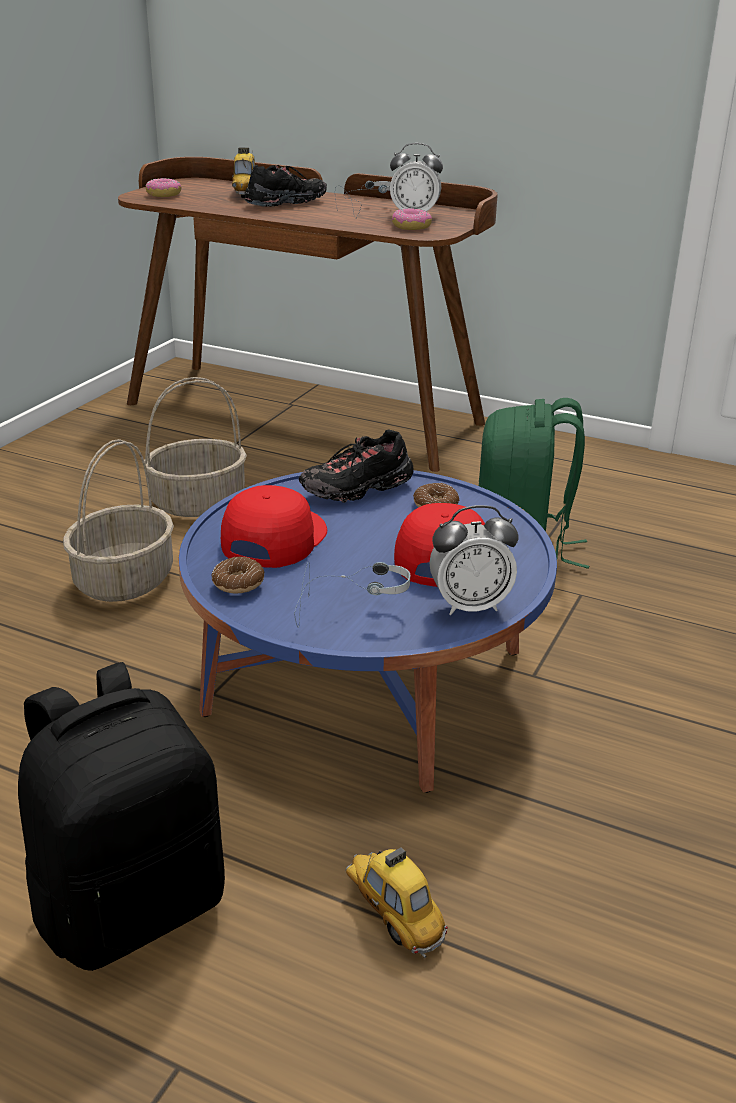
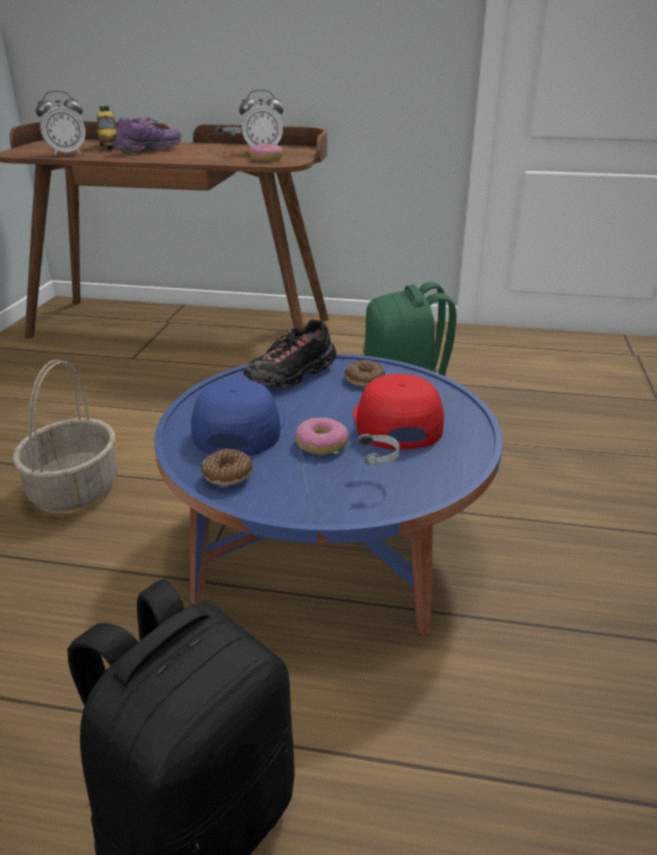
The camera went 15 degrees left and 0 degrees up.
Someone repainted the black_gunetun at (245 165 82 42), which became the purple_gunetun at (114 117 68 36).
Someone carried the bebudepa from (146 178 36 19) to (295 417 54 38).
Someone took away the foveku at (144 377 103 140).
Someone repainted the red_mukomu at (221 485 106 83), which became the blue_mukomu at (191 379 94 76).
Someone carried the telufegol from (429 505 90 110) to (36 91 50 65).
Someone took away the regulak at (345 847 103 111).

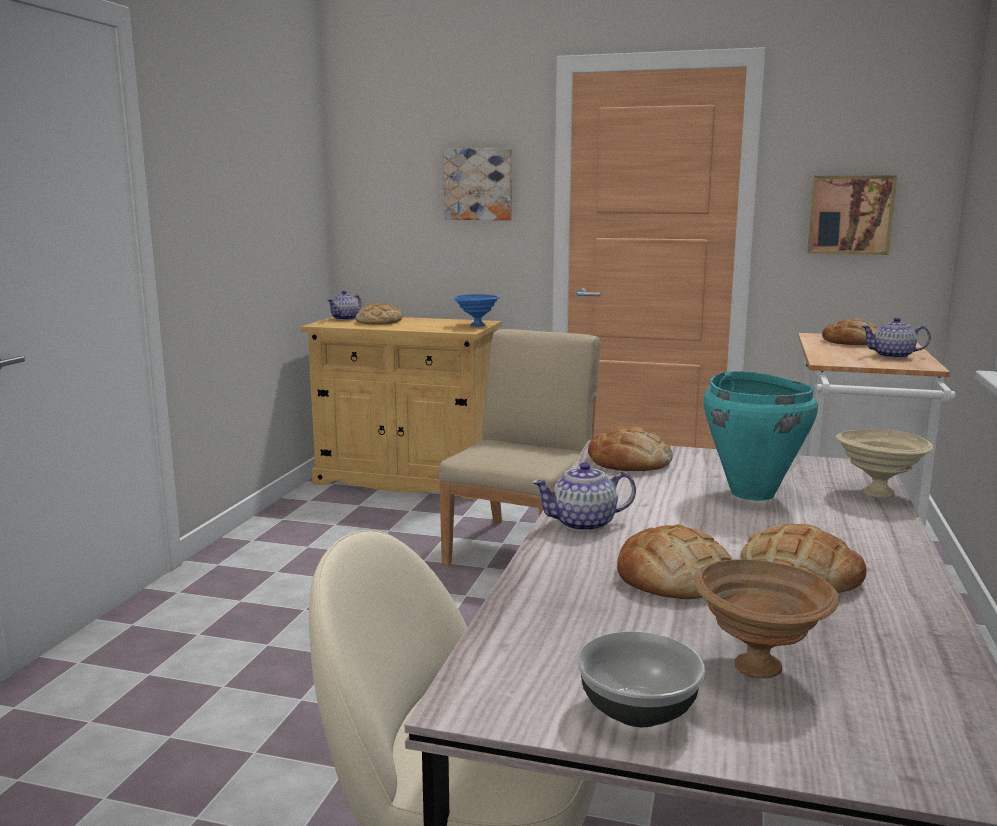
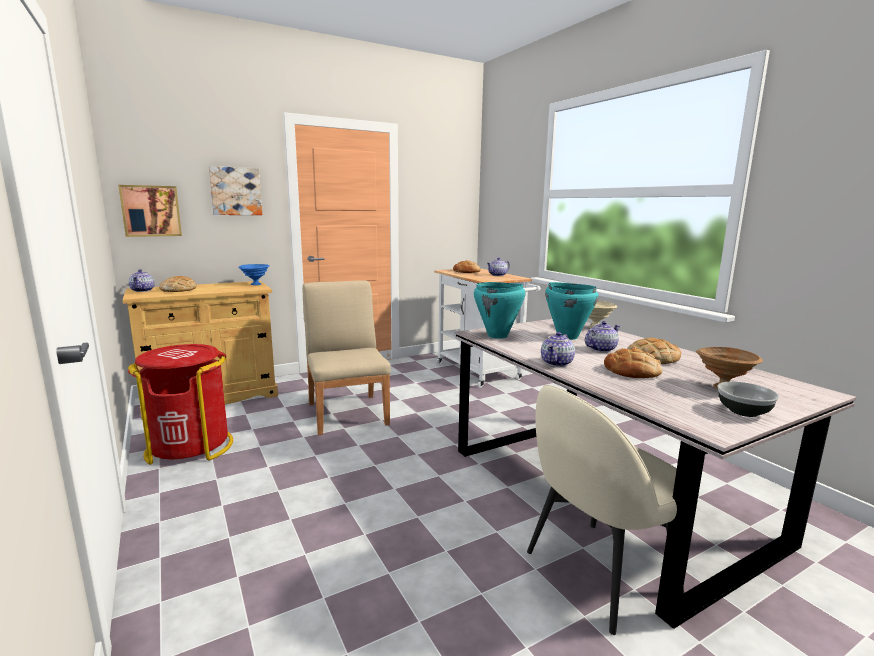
The camera went 45 degrees left and 0 degrees up.
Someone carried the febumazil from (807 175 90 80) to (118 185 64 52).
Someone swapped the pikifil at (588 426 85 45) for the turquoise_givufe at (474 282 51 57).
Someone put down the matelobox at (585 321 35 31).
Someone put down the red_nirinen at (128 344 105 121).

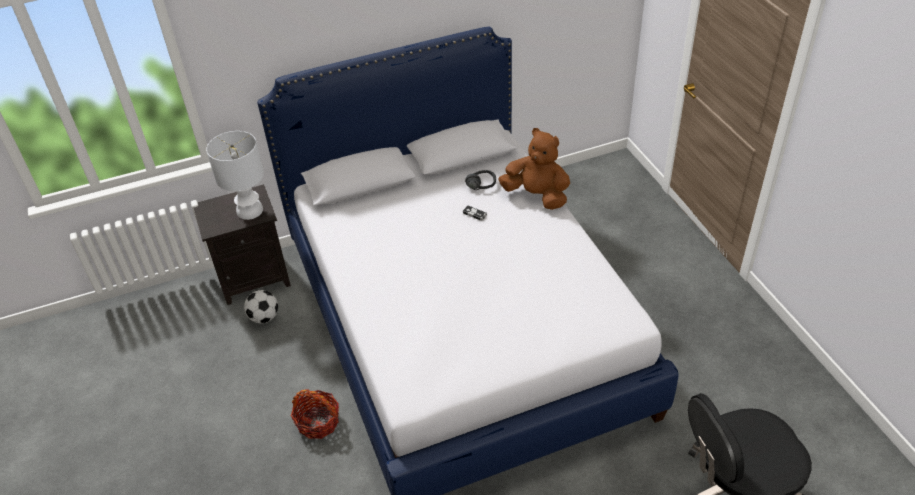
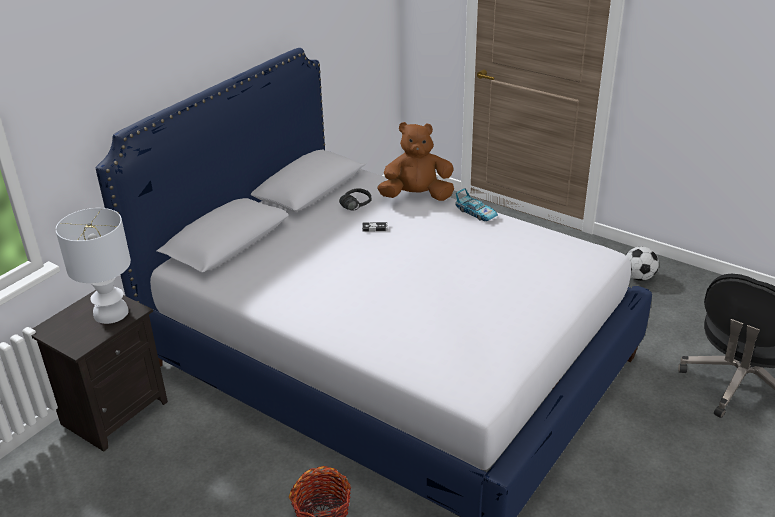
The camera went 35 degrees left and 10 degrees down.
Someone carried the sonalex from (244 290 34 33) to (626 246 33 35).
Someone put down the regulak at (455 188 43 33).

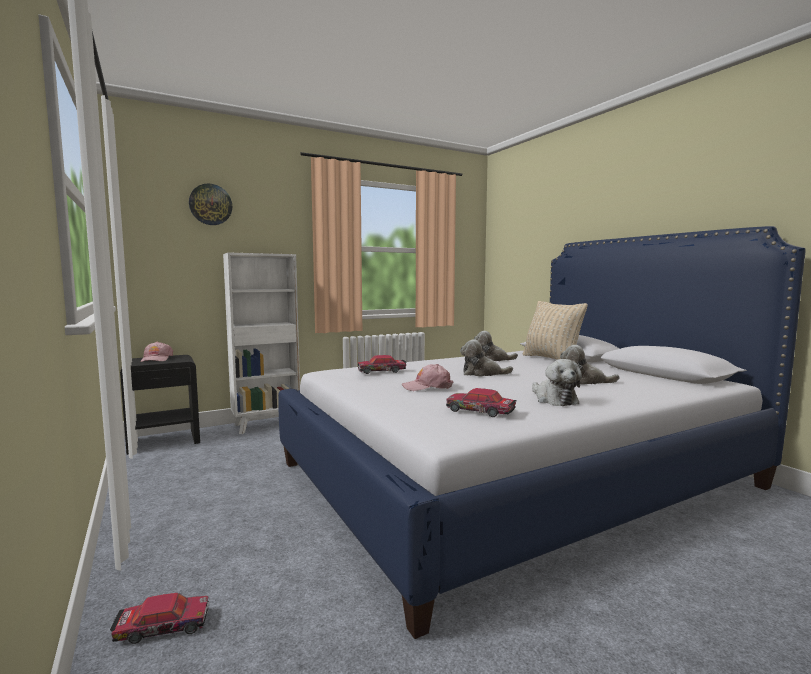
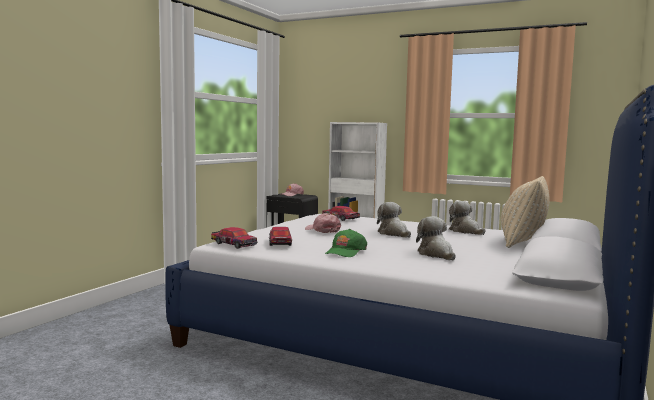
The camera went 55 degrees right and 0 degrees up.
Someone took away the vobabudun at (189 183 43 42).
Someone swapped the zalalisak at (532 359 50 47) for the green_mukomu at (325 229 42 28).
Someone carried the regulak from (110 593 99 51) to (211 227 46 22).

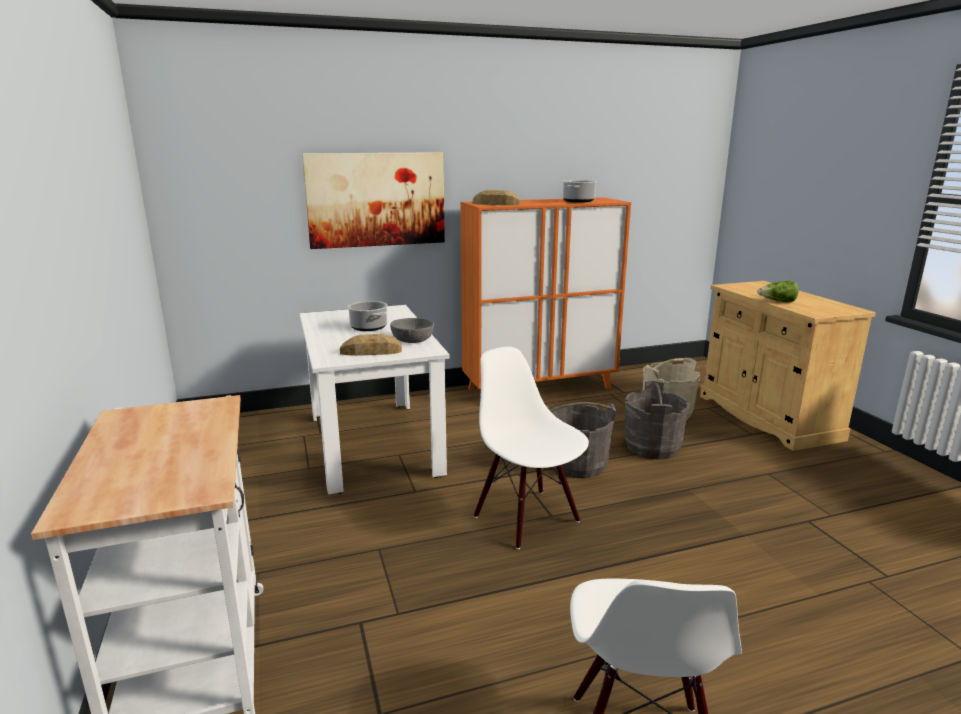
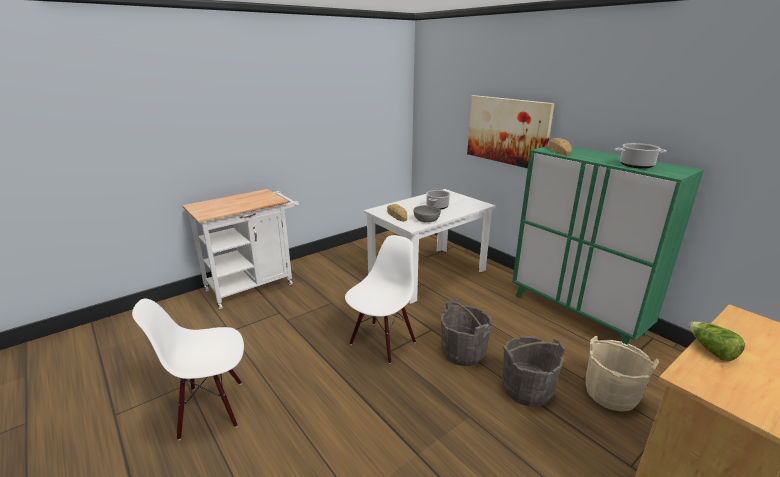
The camera went 70 degrees right and 5 degrees up.
Someone repainted the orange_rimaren at (460 197 171 193), which became the green_rimaren at (512 146 192 199).

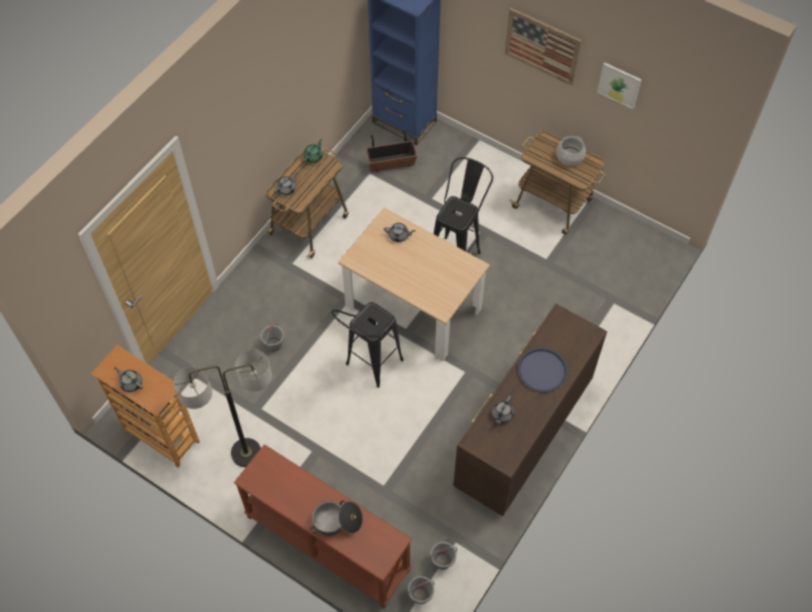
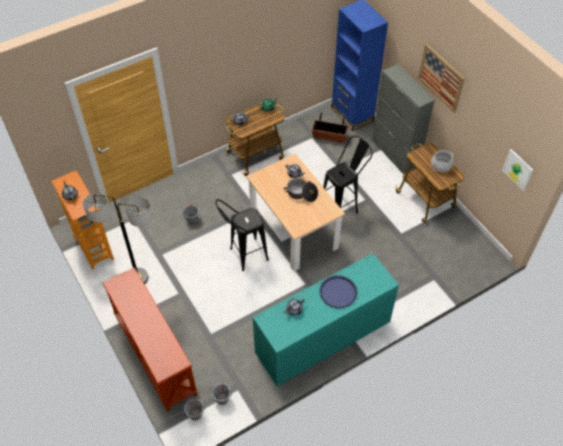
The camera went 25 degrees right and 5 degrees down.
Someone carried the febumazil from (597 62 45 47) to (502 149 31 42).
Someone repainted the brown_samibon at (453 304 154 212), which became the turquoise_samibon at (253 253 146 133).
Someone carried the givufe from (310 500 53 36) to (284 178 34 24).
Someone put down the grey_rimaren at (372 64 63 110).

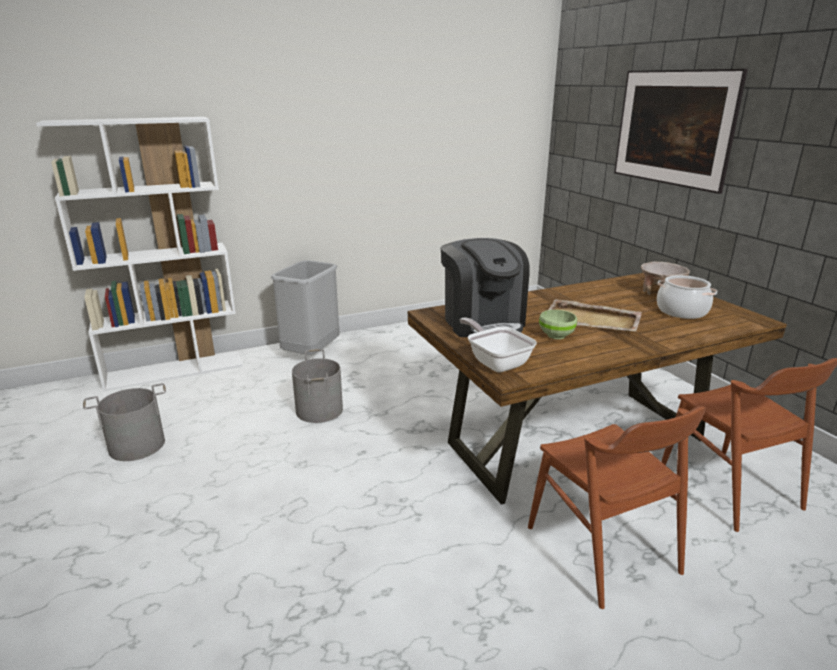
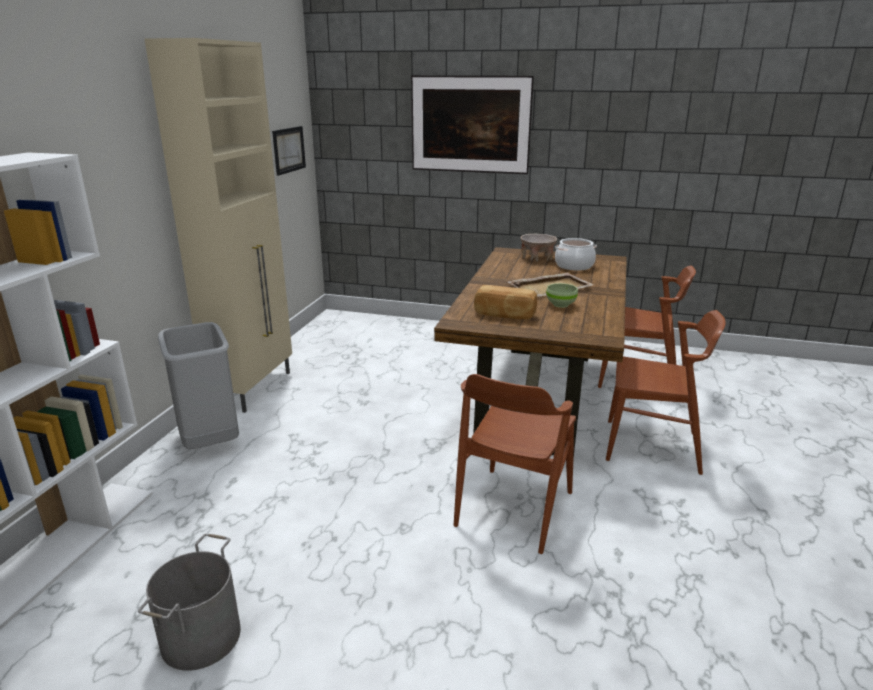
The camera went 50 degrees left and 0 degrees up.
Someone swapped the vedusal at (441 238 89 99) for the pikifil at (474 285 63 34).
Someone took away the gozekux at (459 318 78 54).
Someone took away the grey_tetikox at (292 349 51 74).
Someone put down the beige_rimaren at (145 38 147 375).
Someone put up the febumazil at (272 126 34 50).
Someone put down the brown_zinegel at (454 374 122 180).

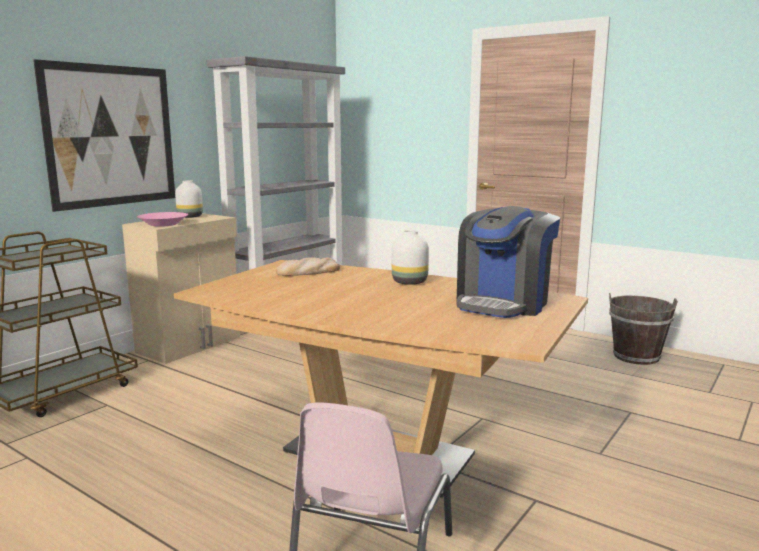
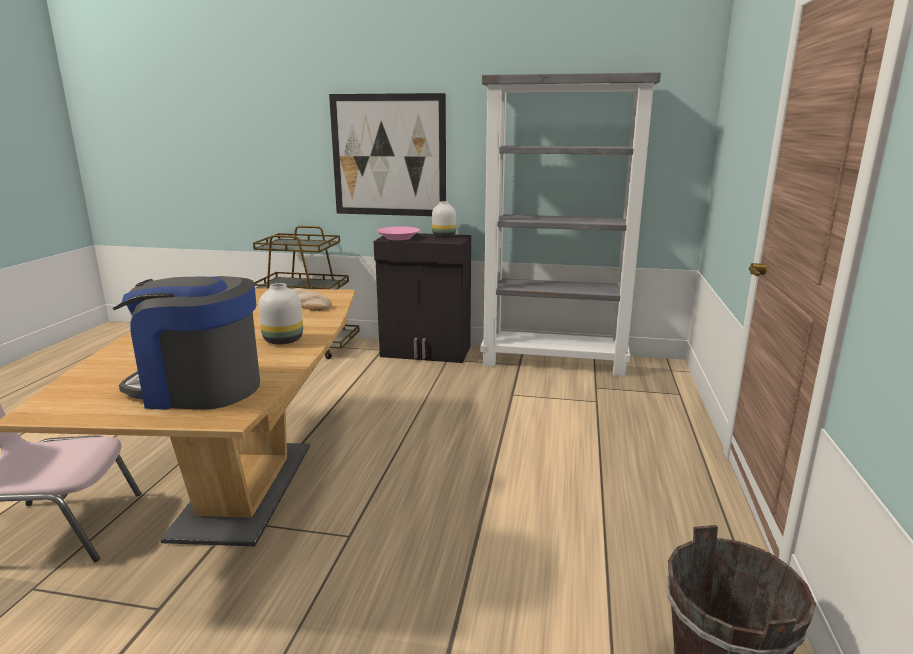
The camera went 65 degrees right and 5 degrees up.
Someone repainted the beige_rimaren at (122 213 118 151), which became the black_rimaren at (374 233 97 130).

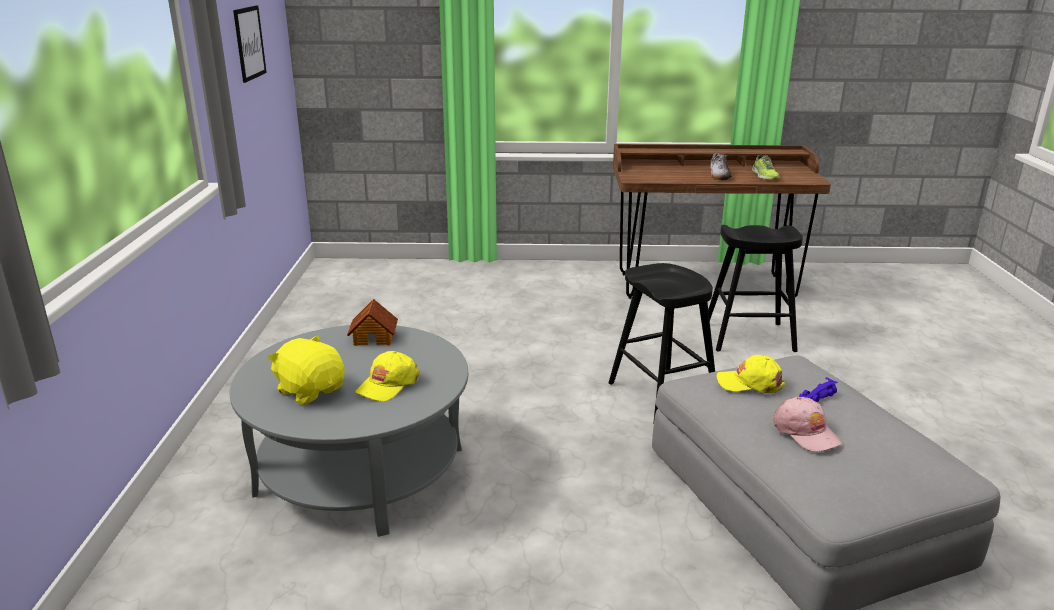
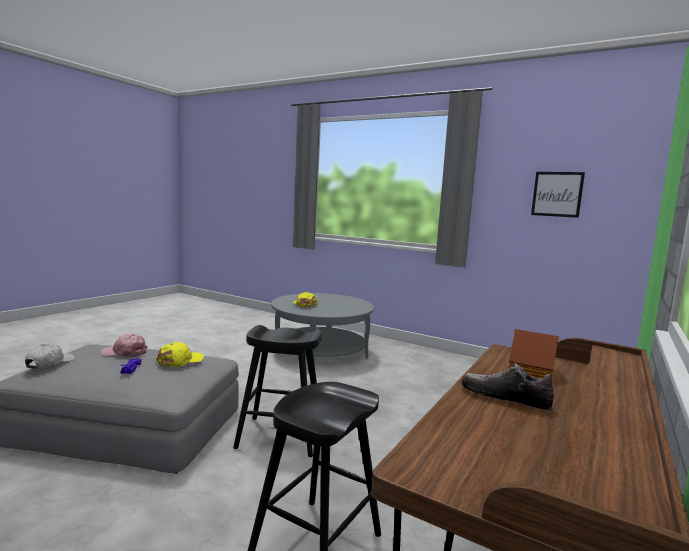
The camera went 120 degrees right and 15 degrees down.
Someone took away the gunetun at (752 155 28 24).
Someone carried the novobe from (347 299 51 47) to (509 329 50 50).
Someone took away the yellow_zalalisak at (267 336 78 69).
Someone put down the white_mukomu at (25 343 50 26).

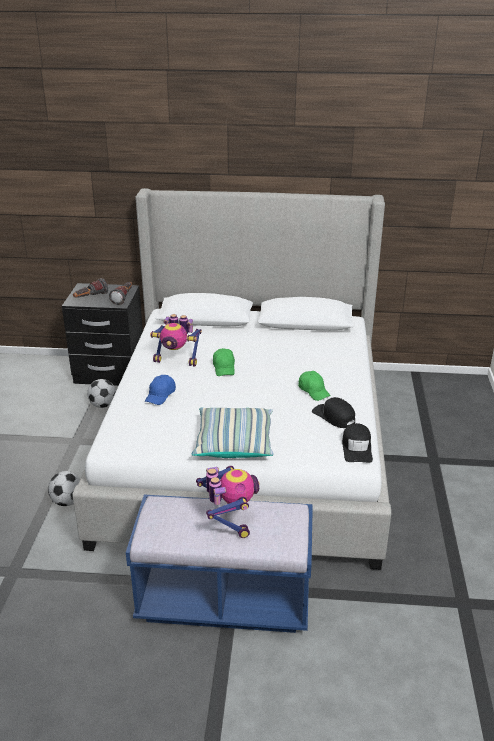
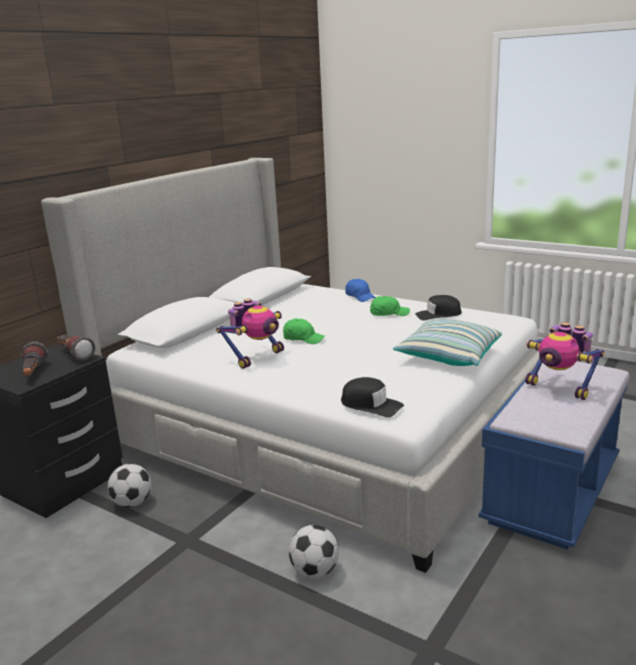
The camera went 60 degrees left and 10 degrees down.
Someone carried the blue_mukomu from (145 375 31 30) to (345 279 31 23).
Someone carried the black_mukomu from (342 423 31 40) to (341 377 63 40).
Someone rotated the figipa at (196 466 63 72) by 150 degrees counterclockwise.

